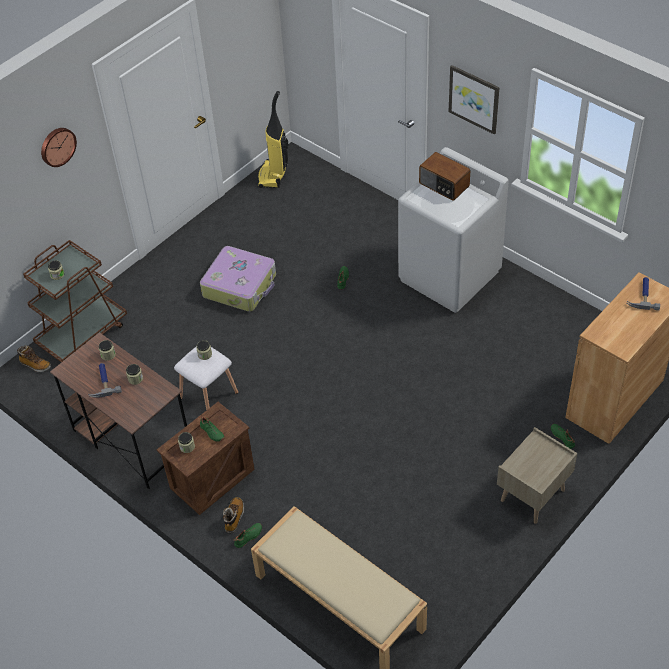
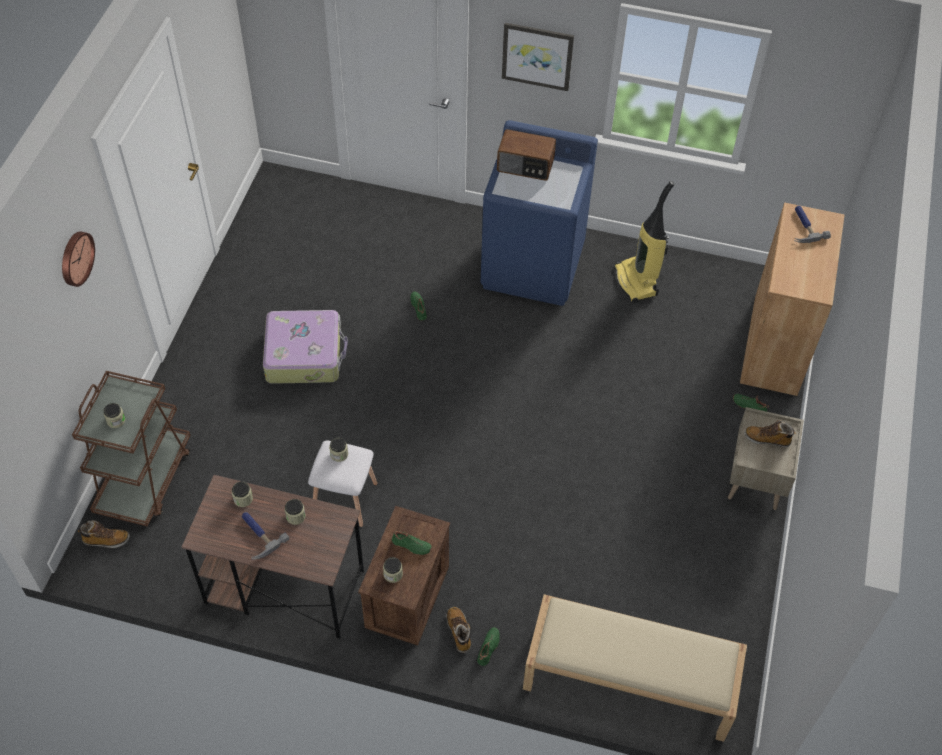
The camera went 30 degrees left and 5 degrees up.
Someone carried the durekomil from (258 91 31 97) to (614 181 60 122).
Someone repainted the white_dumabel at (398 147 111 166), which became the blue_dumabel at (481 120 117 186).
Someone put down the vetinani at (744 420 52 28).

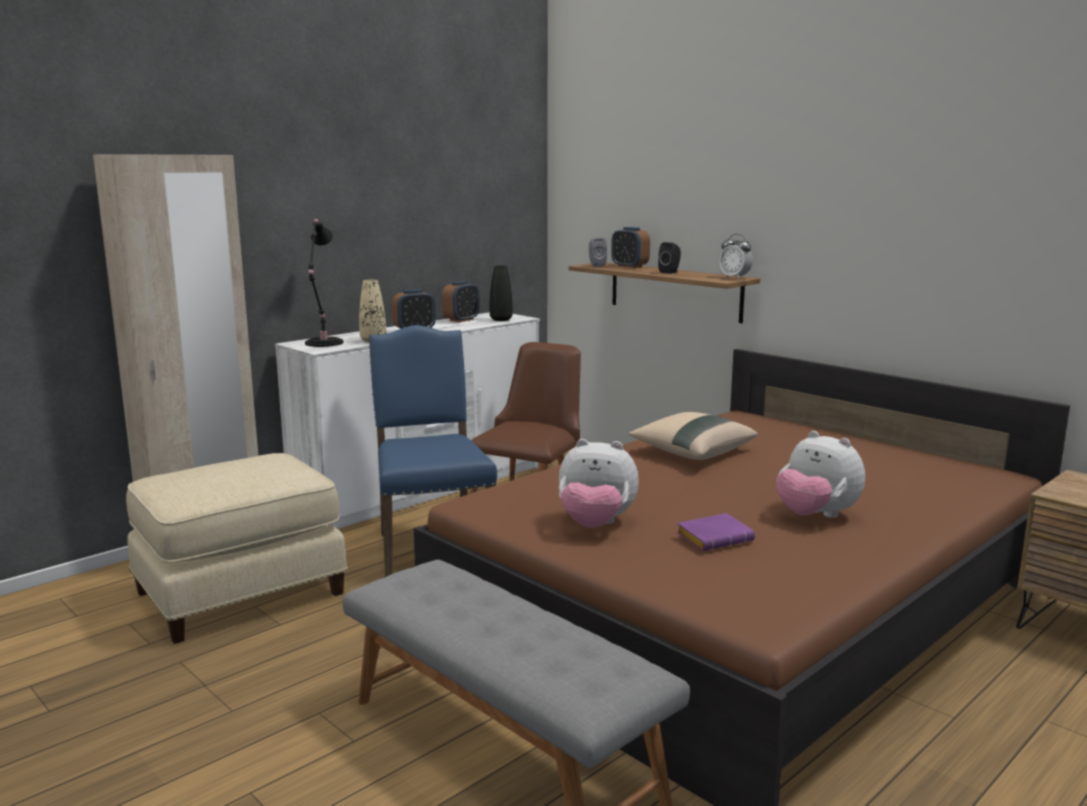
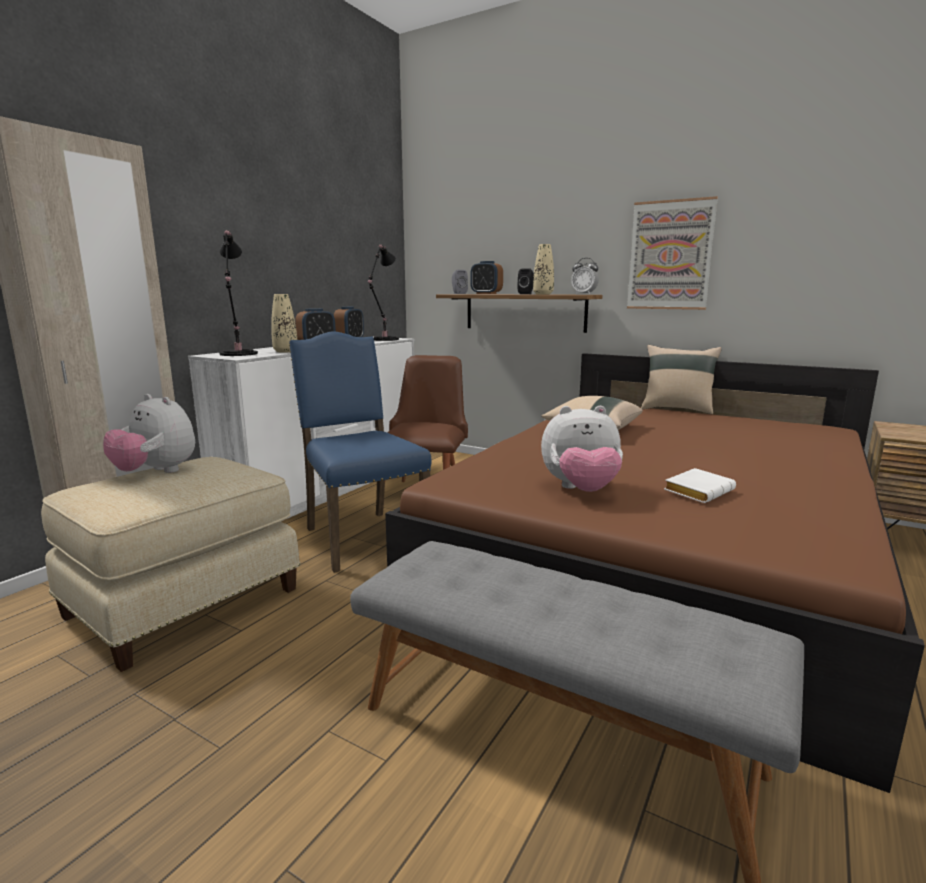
The camera went 15 degrees left and 0 degrees up.
Someone swapped the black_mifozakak at (489 266 24 55) for the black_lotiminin at (368 244 31 97).
Someone carried the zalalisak from (776 431 89 87) to (103 394 92 79).
Someone repainted the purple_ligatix at (676 513 79 38), which became the white_ligatix at (664 468 72 35).
Someone put up the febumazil at (627 196 91 114).
Someone put down the beige_mifozakak at (533 244 21 50).
Someone put down the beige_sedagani at (641 345 80 70).

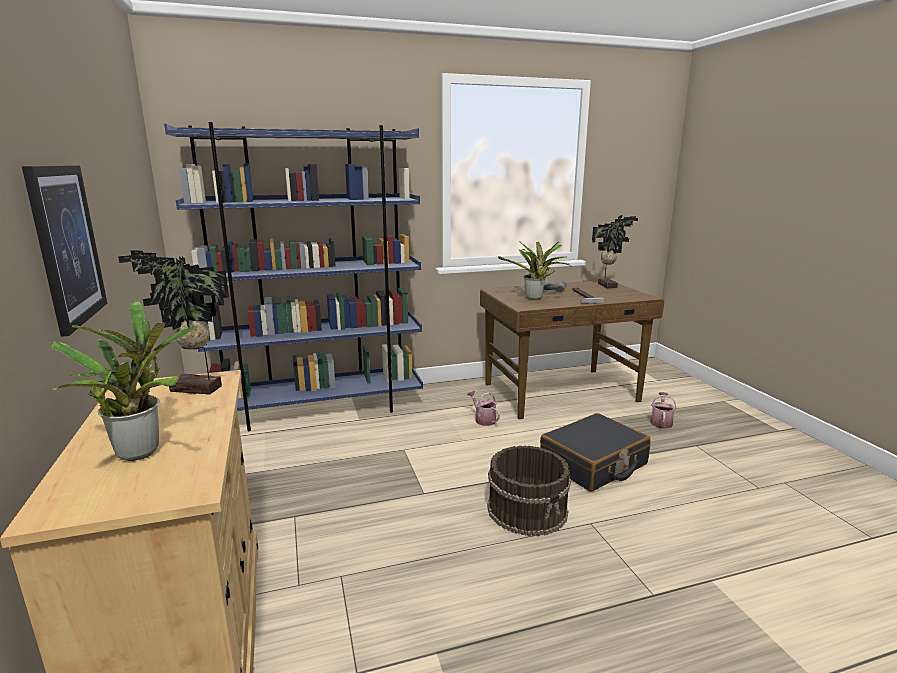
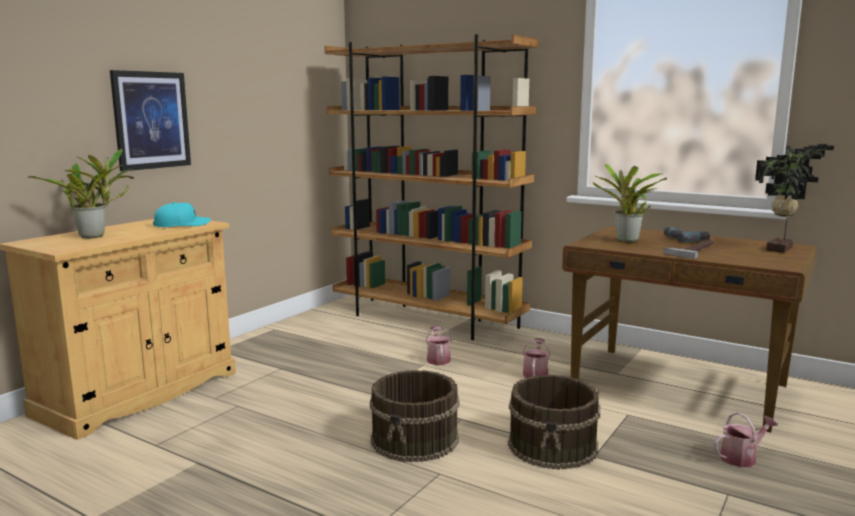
The camera went 50 degrees right and 5 degrees down.
Someone repainted the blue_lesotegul at (164 122 259 309), which became the brown_lesotegul at (325 34 213 306).
Someone swapped the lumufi at (118 250 111 145) for the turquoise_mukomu at (153 202 58 25).
Someone swapped the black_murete at (540 413 111 78) for the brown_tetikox at (508 375 92 95).
Someone put down the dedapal at (426 326 26 39).

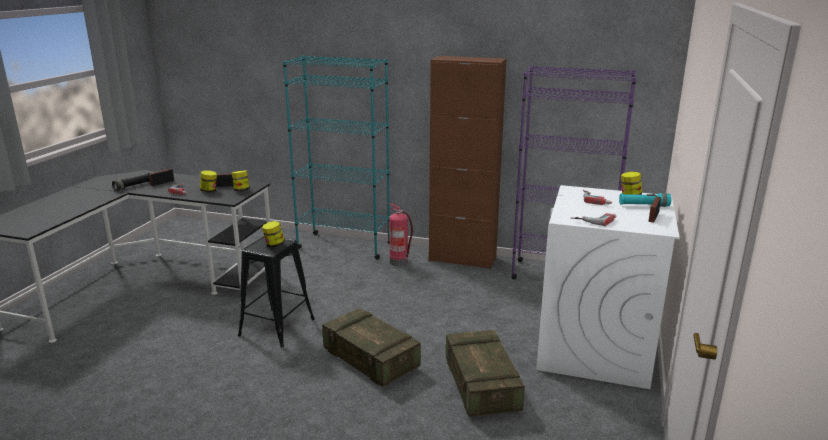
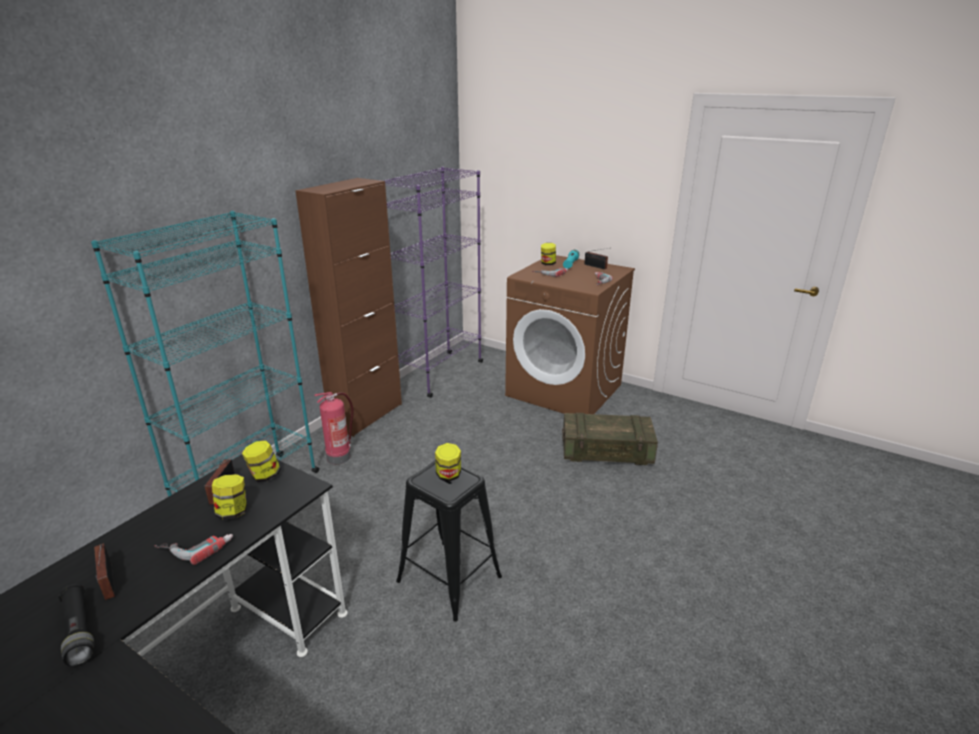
The camera went 75 degrees left and 5 degrees up.
Someone repainted the white_dumabel at (536 185 144 204), which became the brown_dumabel at (505 255 130 159).
Someone took away the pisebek at (322 308 99 78).

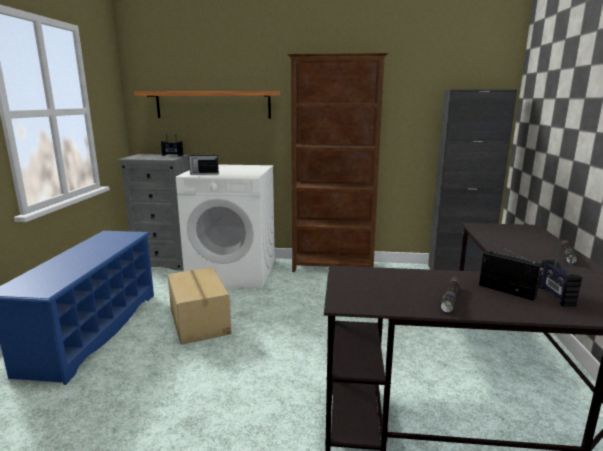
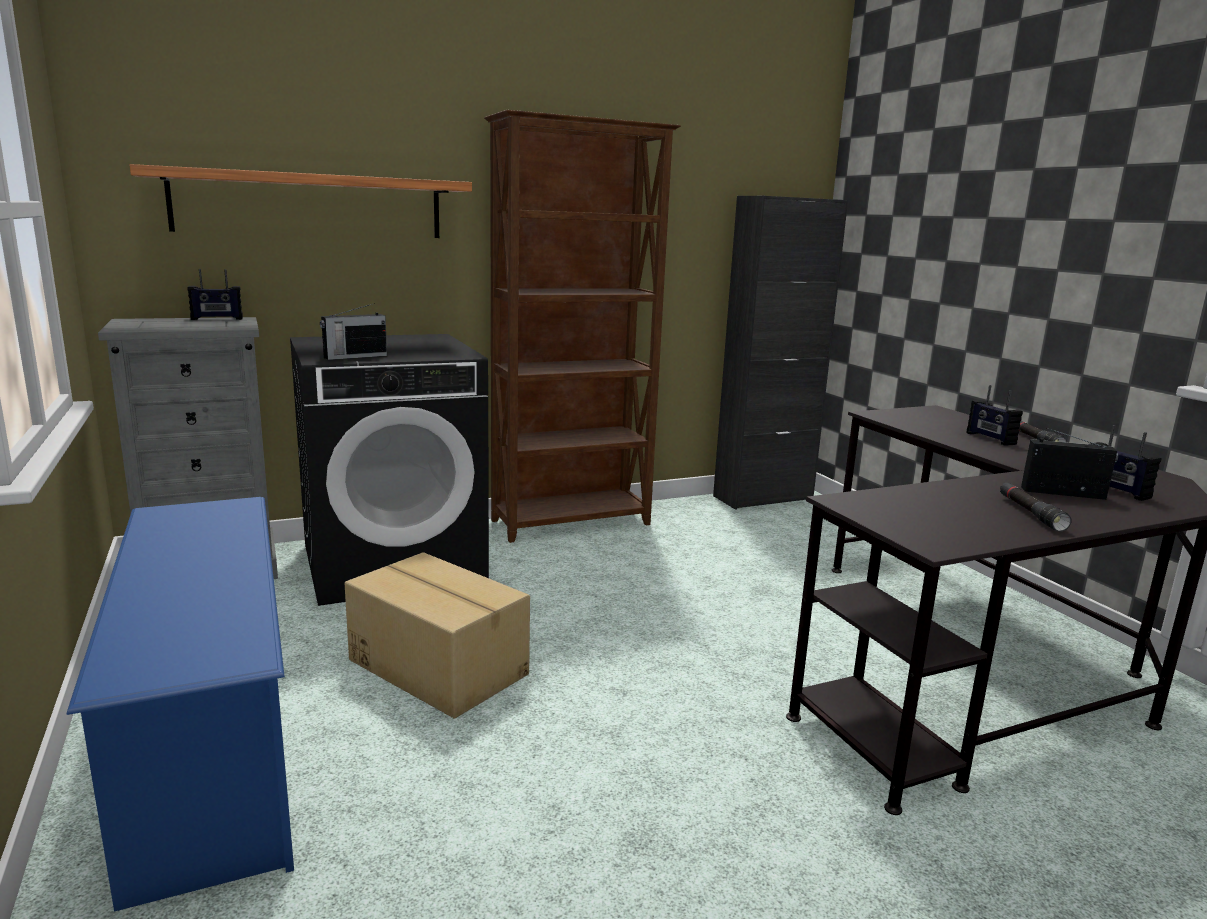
The camera went 30 degrees left and 0 degrees up.
Someone repainted the white_dumabel at (176 164 99 124), which became the black_dumabel at (290 334 199 272).
Someone put down the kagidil at (967 385 56 61).

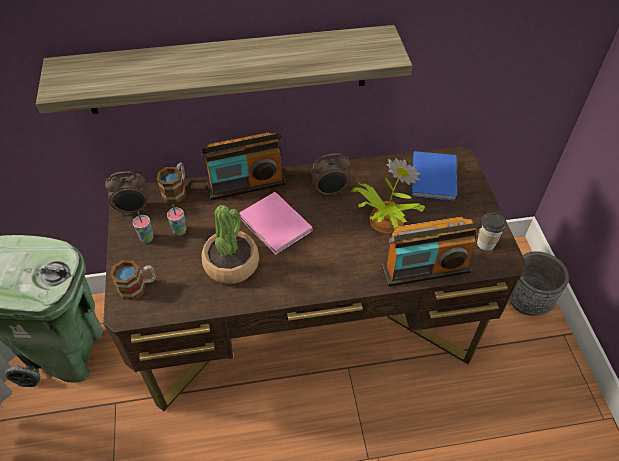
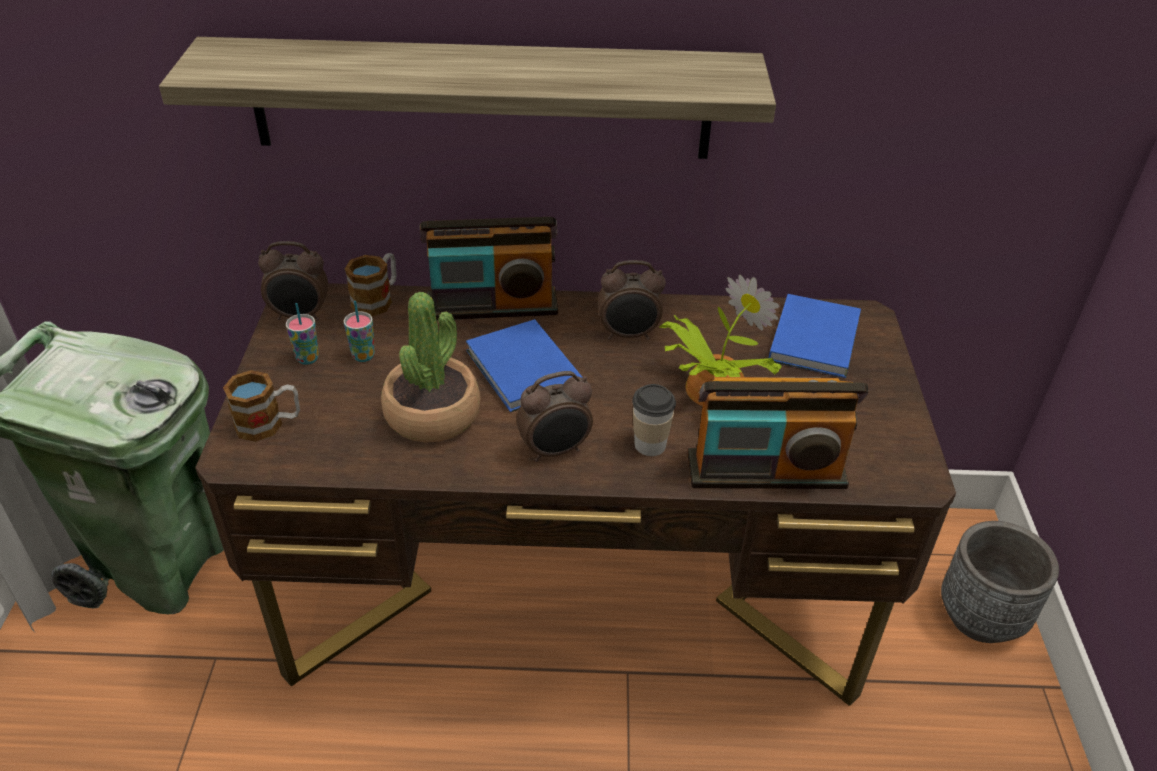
The camera went 10 degrees right and 10 degrees down.
Someone repainted the pink_ligatix at (239 192 73 63), which became the blue_ligatix at (466 319 117 93).
Someone carried the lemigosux from (477 213 29 38) to (632 384 44 72).
Someone put down the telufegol at (516 371 77 91).

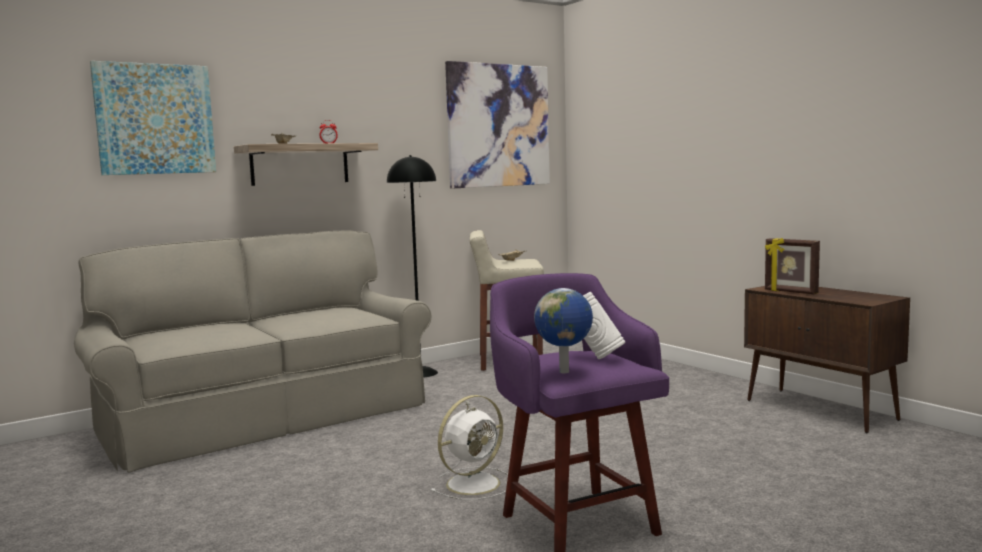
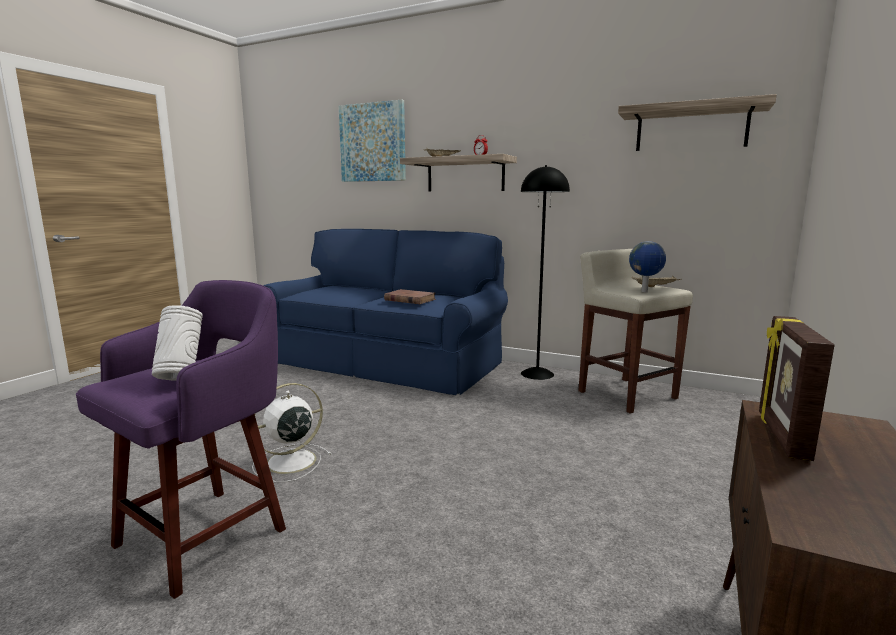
The camera went 60 degrees right and 5 degrees up.
Someone swapped the febumazil at (445 61 105 127) for the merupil at (618 94 159 57).
Someone repainted the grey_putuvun at (74 231 357 242), which became the blue_putuvun at (263 229 245 166).
Someone carried the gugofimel from (534 288 59 85) to (629 241 37 51).
Someone rotated the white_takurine at (431 395 77 105) by 120 degrees clockwise.
Someone put down the brown_ligatix at (384 289 52 15).

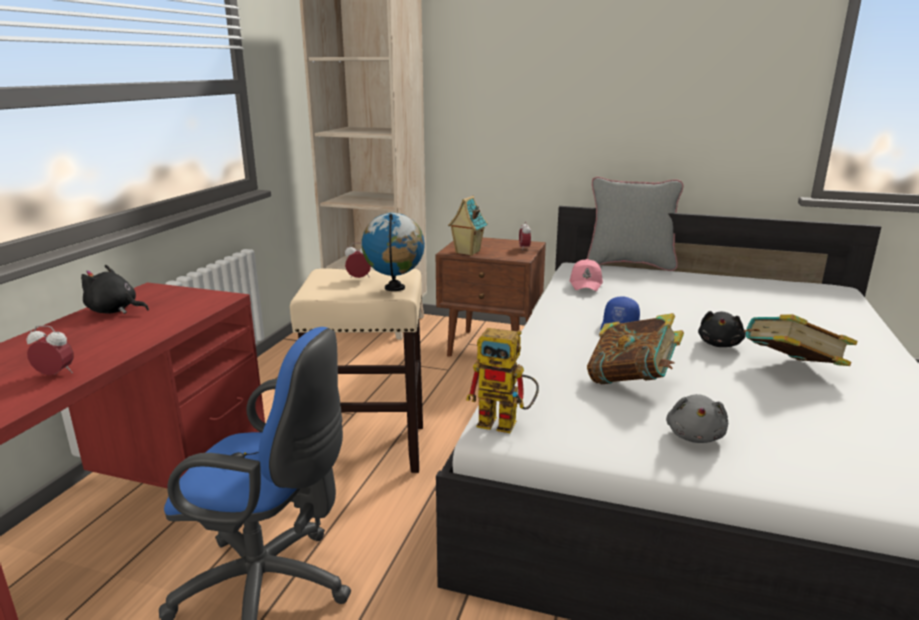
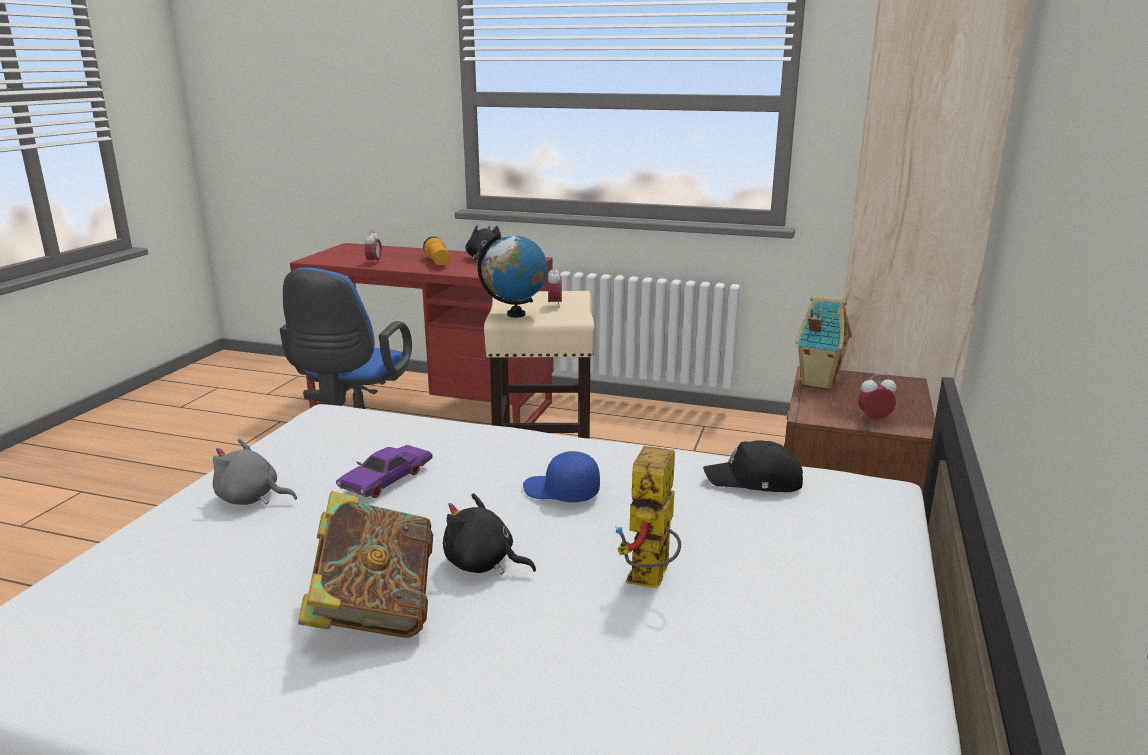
The camera went 90 degrees right and 0 degrees up.
Someone took away the grey_sedagani at (587 177 97 94).
Someone repainted the pink_mukomu at (570 259 33 32), which became the black_mukomu at (703 440 100 52).
Someone swapped the ligatix at (587 313 97 71) for the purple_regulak at (336 445 97 53).
Someone carried the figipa from (466 328 73 105) to (615 446 66 142).
Someone put down the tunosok at (423 236 27 30).

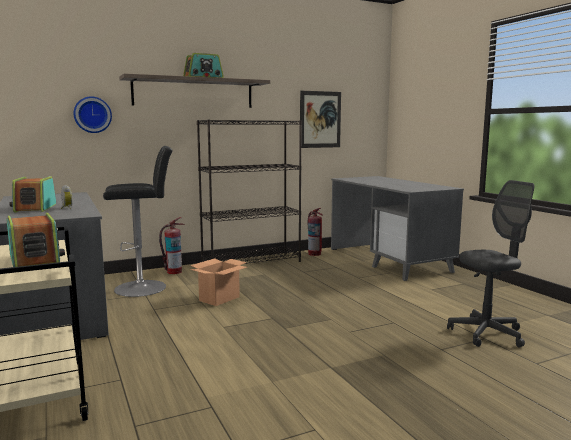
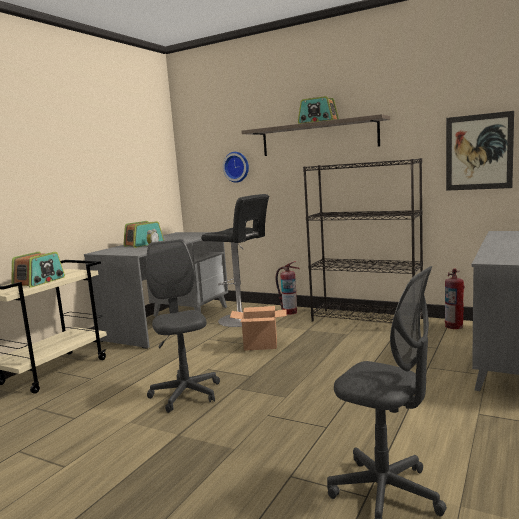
The camera went 55 degrees right and 0 degrees up.
Someone put down the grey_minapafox at (146 239 74 174).

